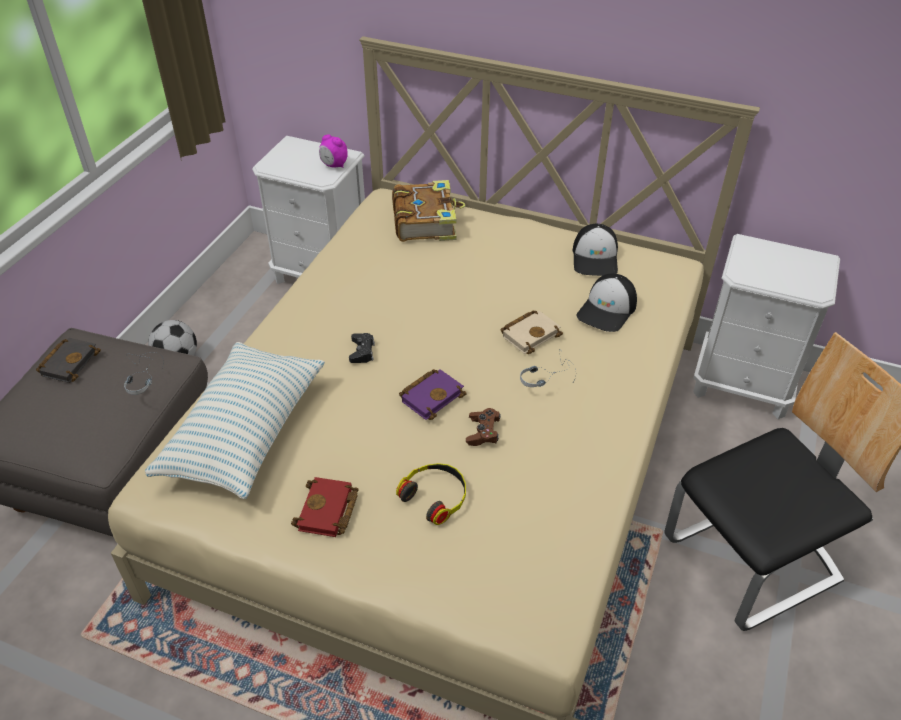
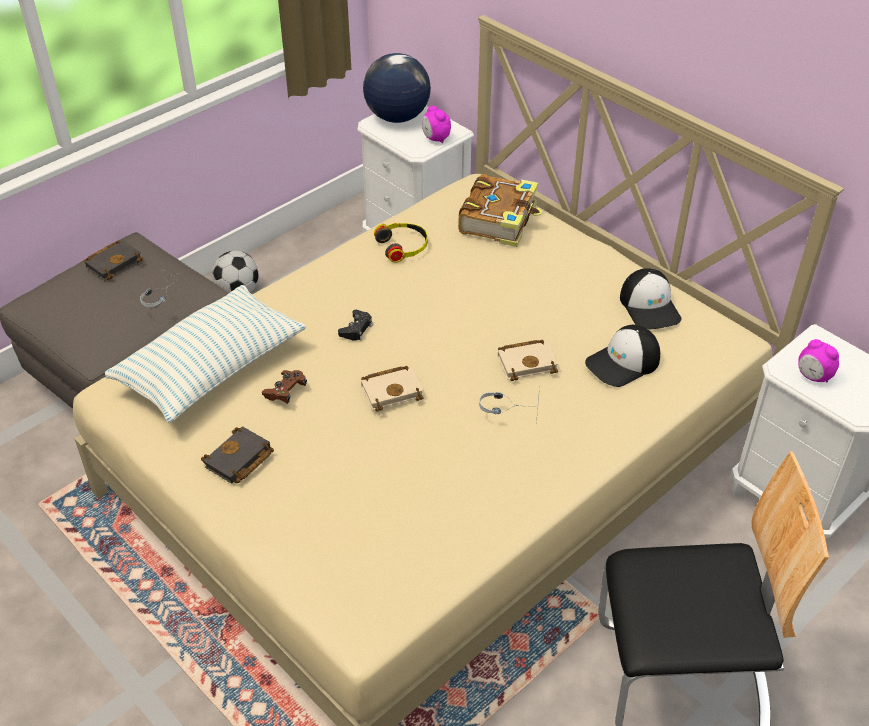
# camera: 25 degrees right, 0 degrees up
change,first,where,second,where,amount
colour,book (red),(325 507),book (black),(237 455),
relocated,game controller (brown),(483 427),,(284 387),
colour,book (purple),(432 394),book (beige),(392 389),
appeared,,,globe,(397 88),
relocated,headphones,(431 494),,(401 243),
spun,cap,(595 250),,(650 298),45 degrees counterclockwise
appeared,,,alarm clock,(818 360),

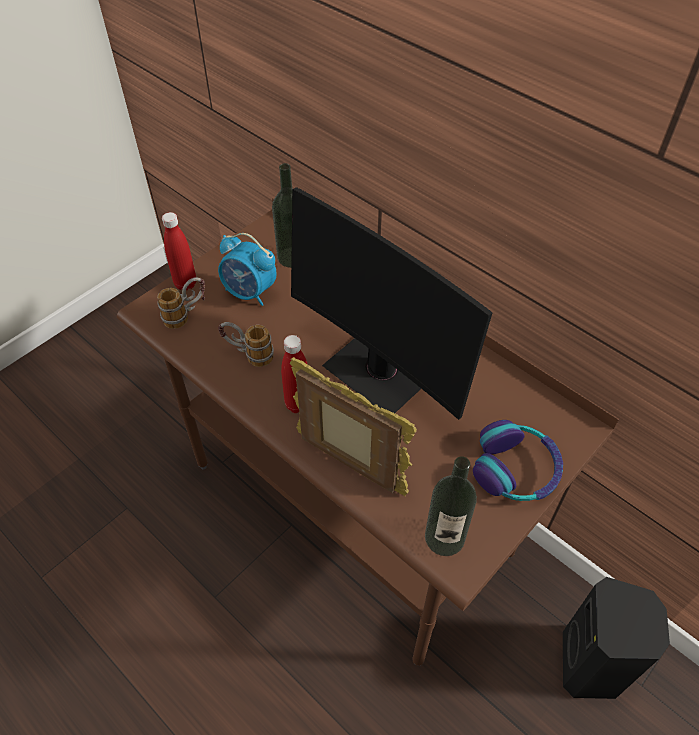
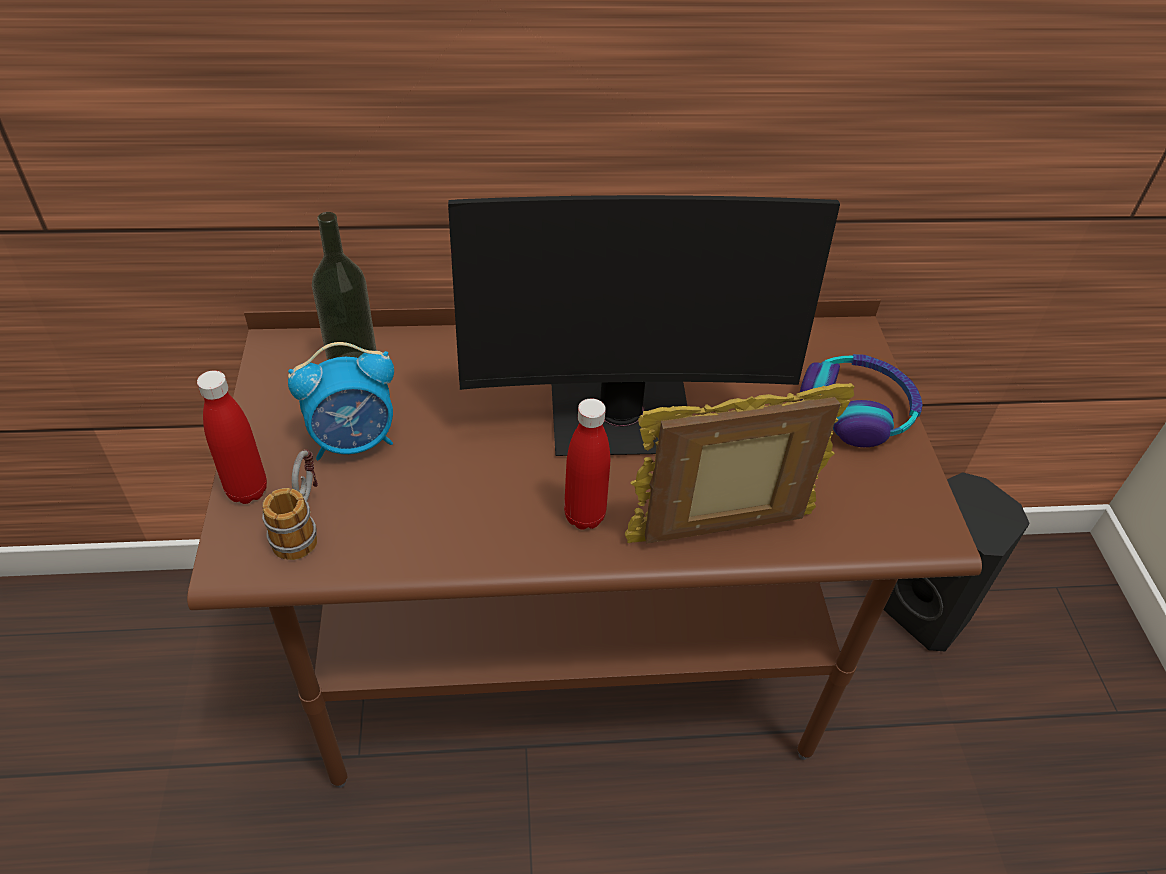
# camera: 50 degrees left, 5 degrees down
change,first,where,second,where,amount
missing,mug,(246 344),,,
missing,bottle,(451 506),,,

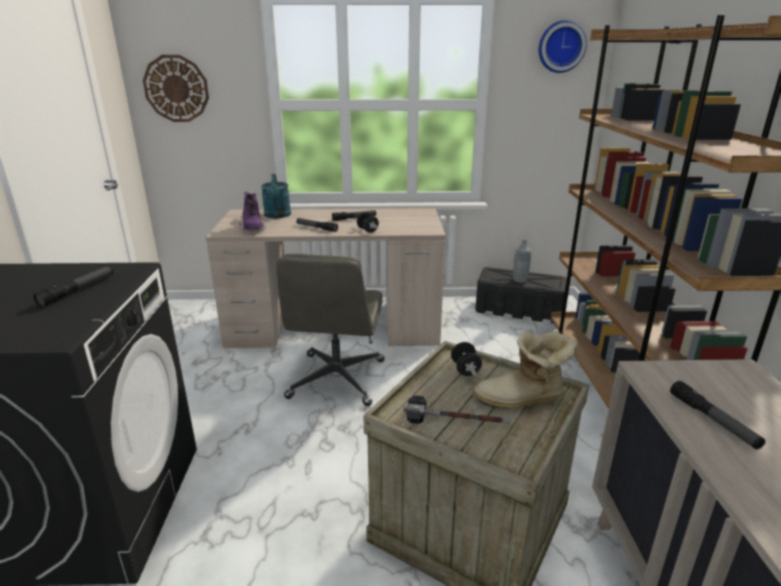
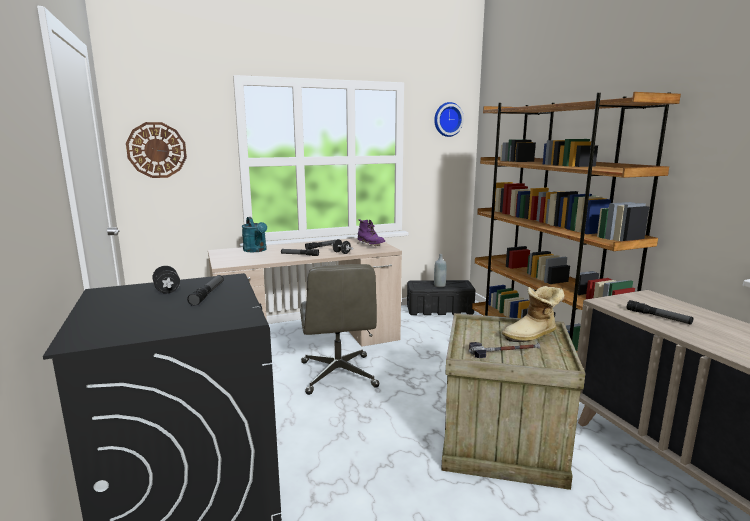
# camera: 20 degrees left, 10 degrees down
change,first,where,second,where,amount
relocated,dumbbell (black),(466 359),,(166 280),
relocated,boot (purple),(252 212),,(371 232),

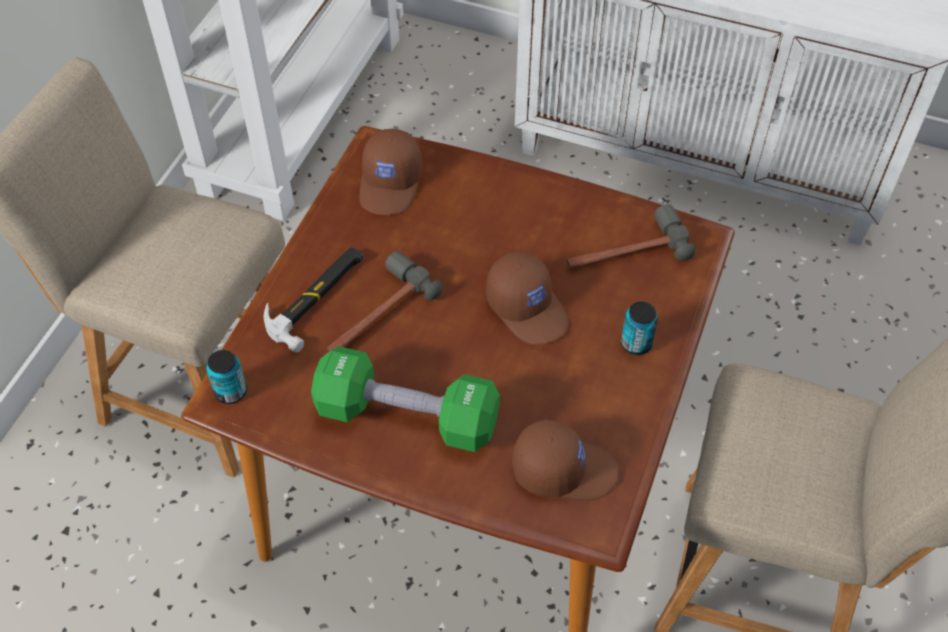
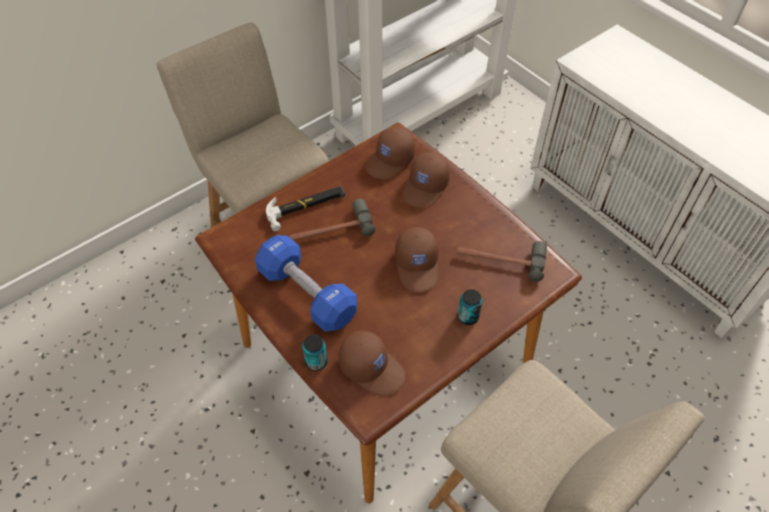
# camera: 30 degrees right, 0 degrees up
change,first,where,second,where,amount
colour,dumbbell (green),(405 399),dumbbell (blue),(306 283),
relocated,can,(226 377),,(315 353),
appeared,,,cap (brown),(426 180),

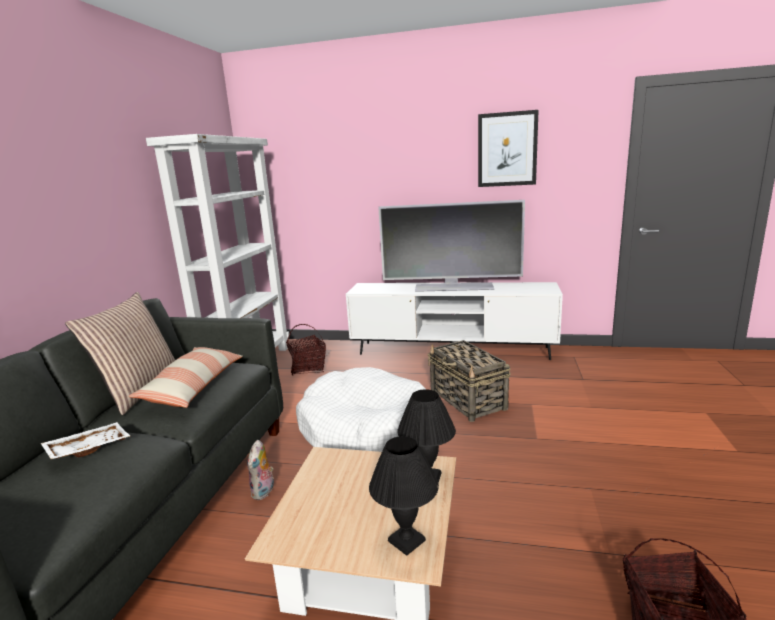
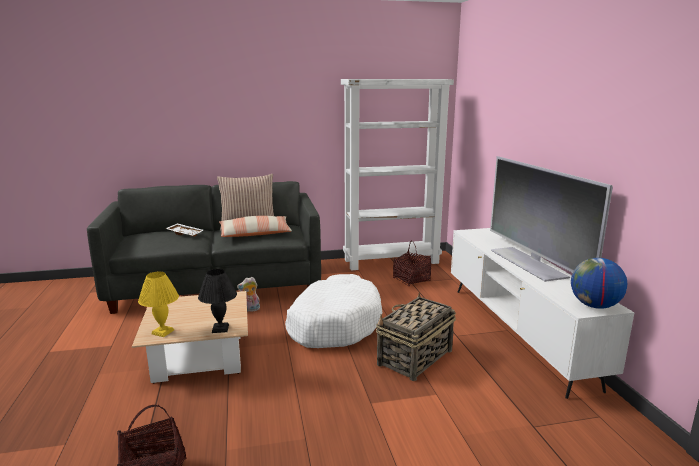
# camera: 65 degrees right, 0 degrees up
change,first,where,second,where,amount
colour,table lamp (black),(404 496),table lamp (yellow),(158 304),
appeared,,,globe,(599 283),
missing,picture,(508 148),,,

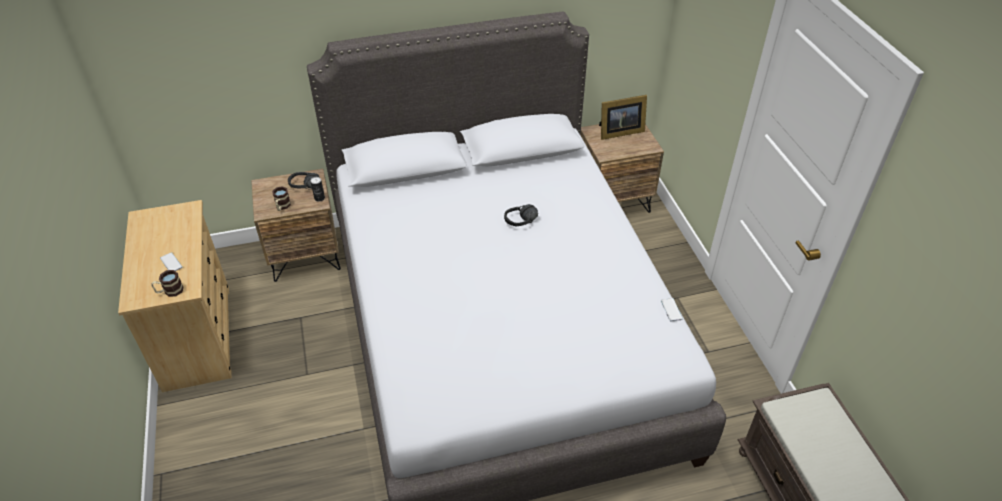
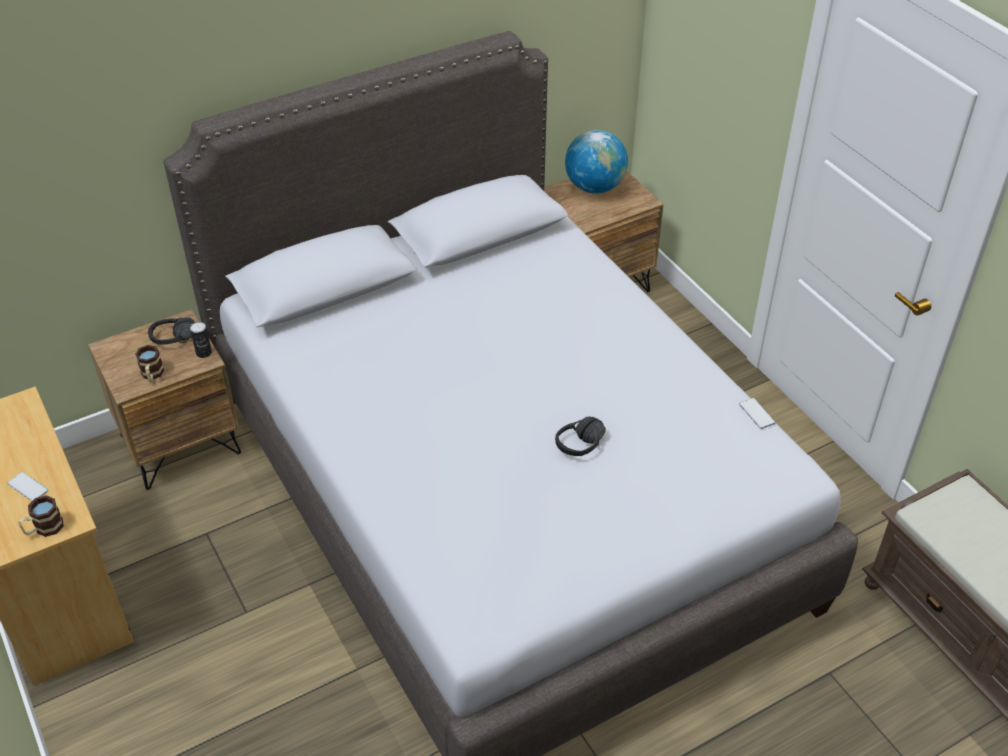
# camera: 15 degrees left, 0 degrees up
change,first,where,second,where,amount
relocated,headphones (black),(521 215),,(580 436),
exchanged,picture frame,(623 117),globe,(596 162),

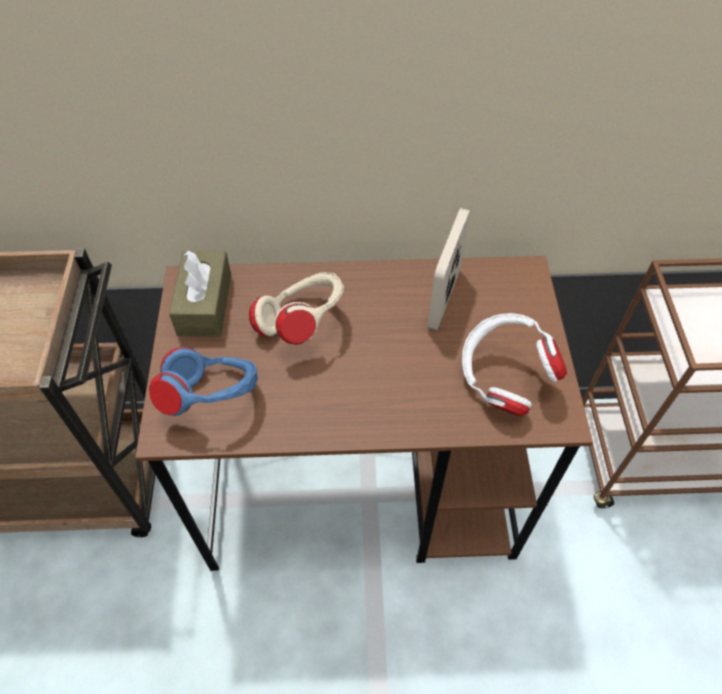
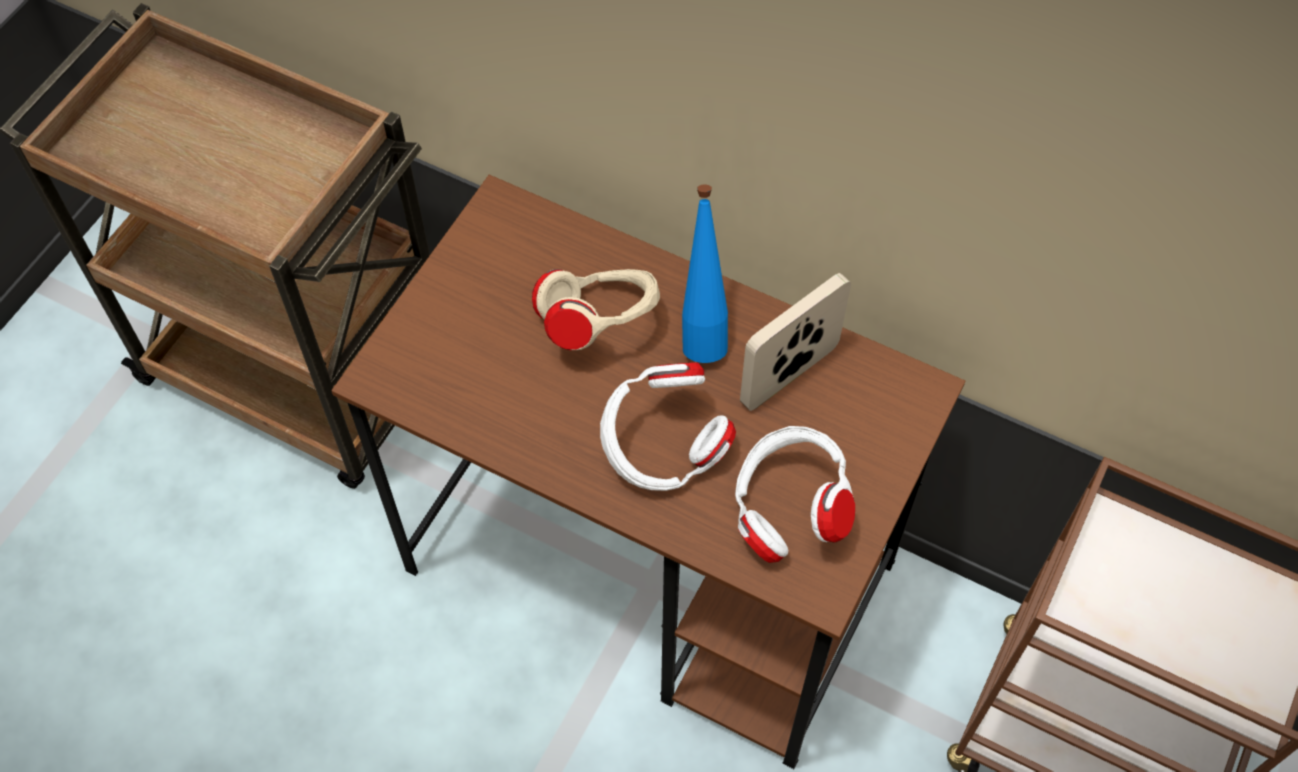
# camera: 30 degrees right, 5 degrees up
change,first,where,second,where,amount
appeared,,,headphones (white),(668 426),
appeared,,,bottle (blue),(705 274),
missing,headphones (blue),(203 381),,,
missing,tissue box (brown),(200 294),,,

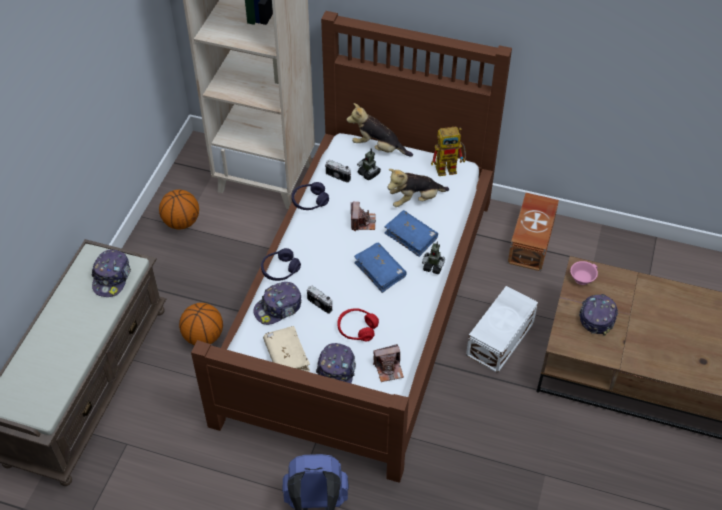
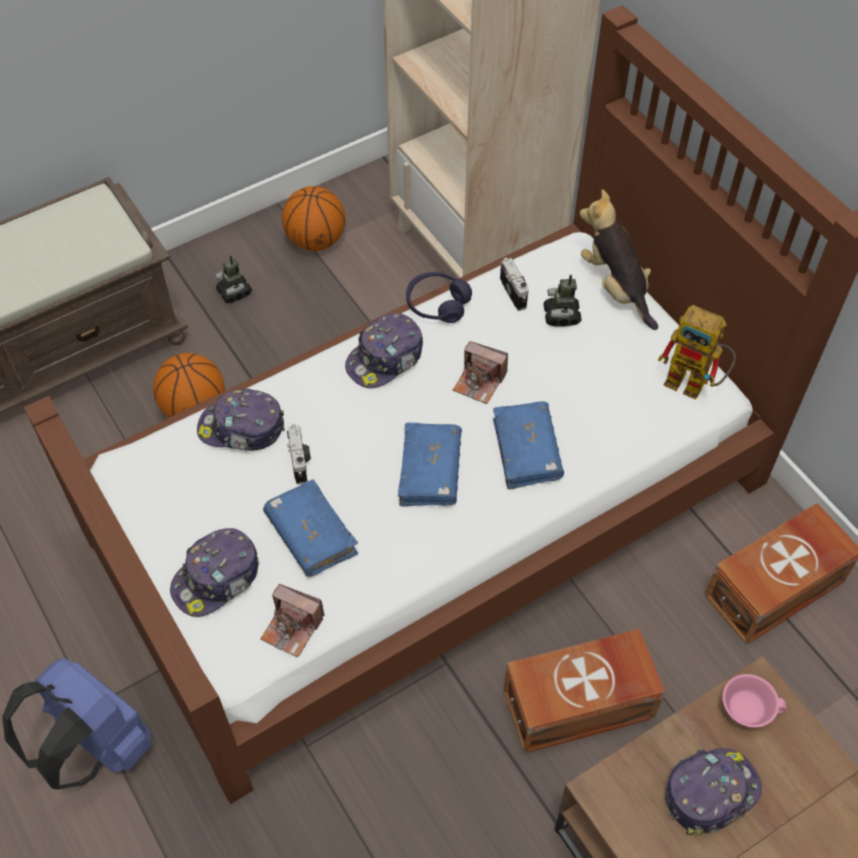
# camera: 40 degrees right, 5 degrees up
change,first,where,second,where,amount
relocated,toy robot,(433 257),,(233 279),
exchanged,headphones (red),(358 324),book (blue),(310 528),
relocated,cap,(111 273),,(384 350),
spun,photo camera,(363 216),,(480 372),75 degrees clockwise
colour,storage box (white),(502 329),storage box (brown),(584 691),
missing,headphones (purple),(281 264),,,
missing,book (beige),(286 349),,,
missing,plush toy,(418 188),,,

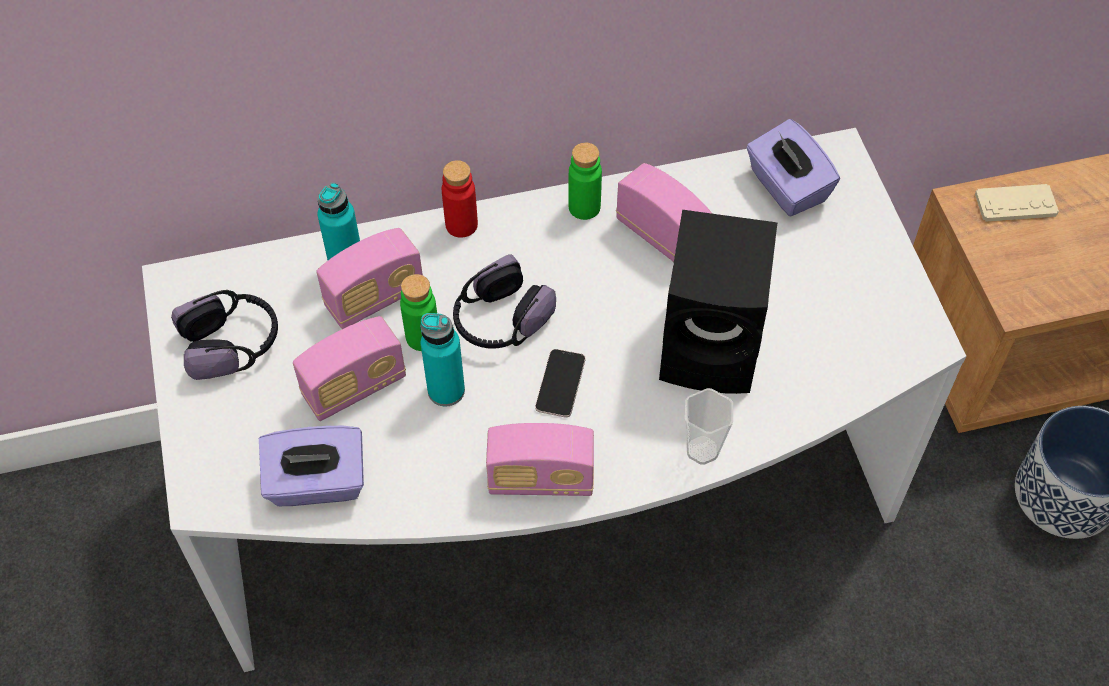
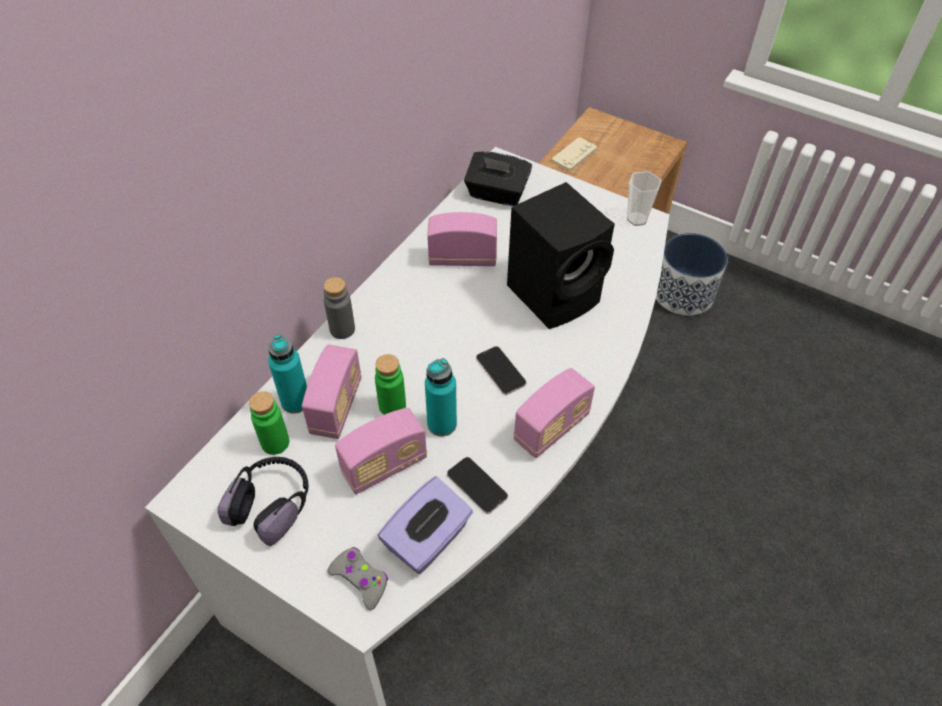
# camera: 45 degrees left, 5 degrees down
change,first,where,second,where,amount
relocated,bottle (green),(585 181),,(269 423),
colour,bottle (red),(460 199),bottle (grey),(339 308),
appeared,,,game controller (grey),(357 579),
spun,radio,(349 368),,(381 451),45 degrees clockwise
appeared,,,phone,(477 485),
colour,tissue box (purple),(793 168),tissue box (black),(498 178),
relocated,cup,(709 426),,(644 198),
missing,headphones,(504 301),,,

